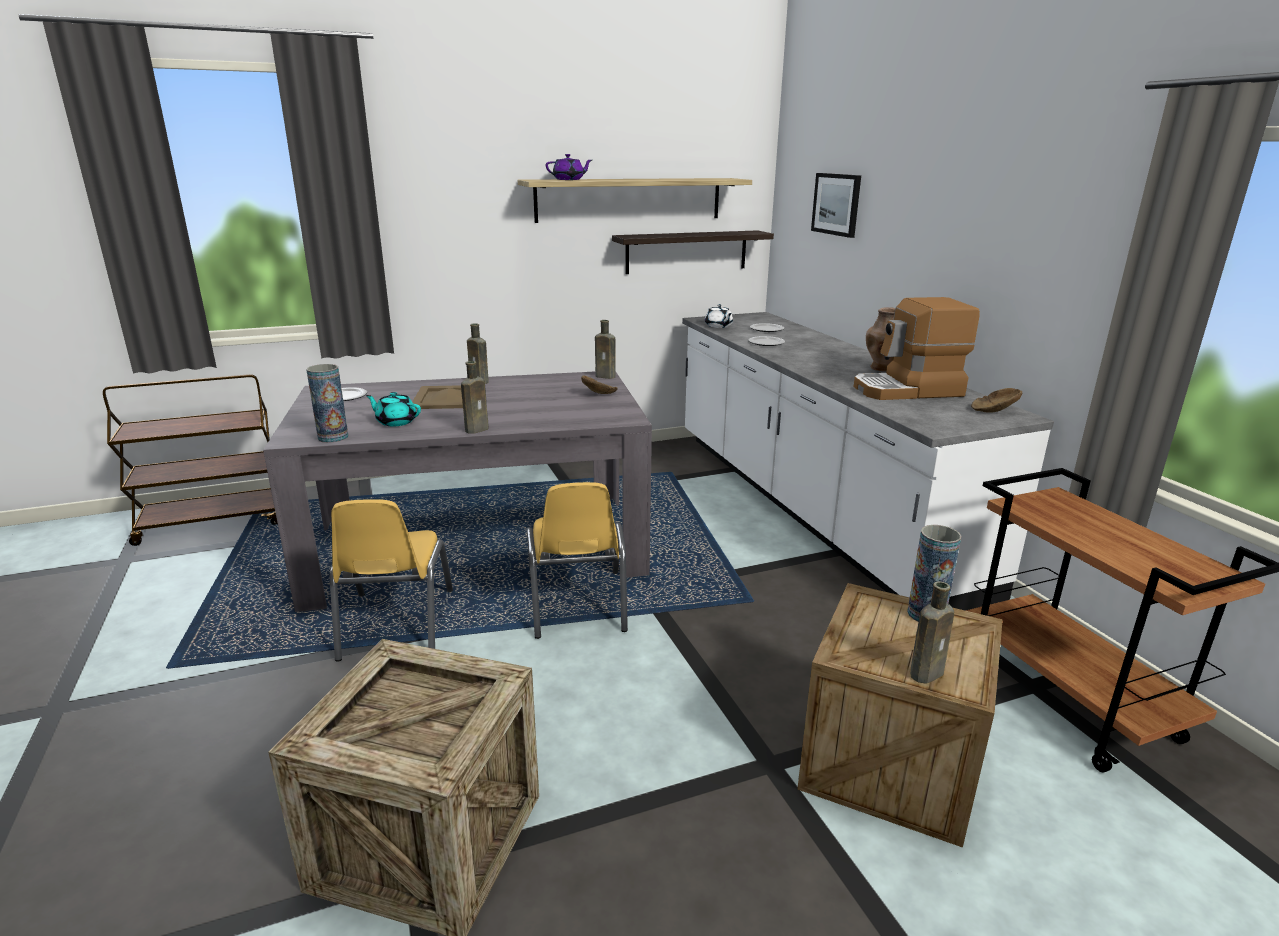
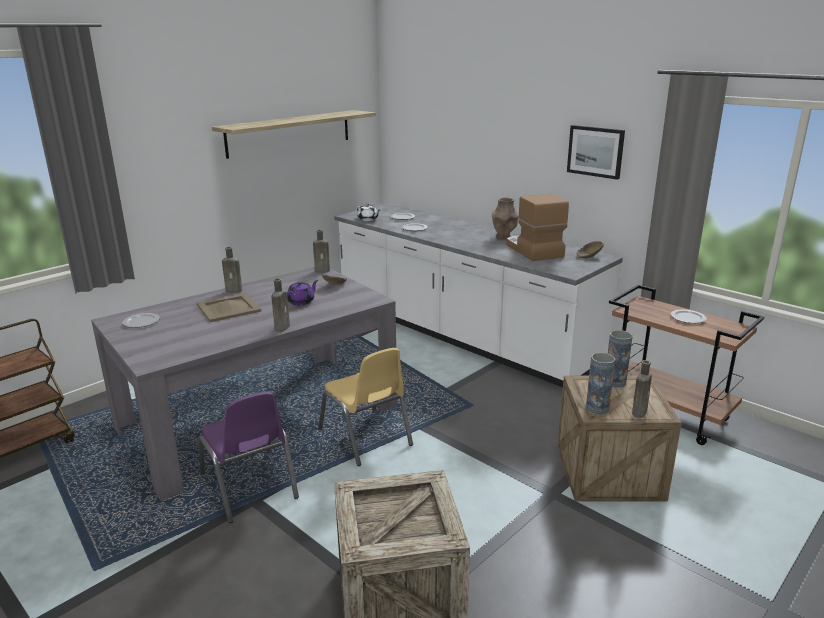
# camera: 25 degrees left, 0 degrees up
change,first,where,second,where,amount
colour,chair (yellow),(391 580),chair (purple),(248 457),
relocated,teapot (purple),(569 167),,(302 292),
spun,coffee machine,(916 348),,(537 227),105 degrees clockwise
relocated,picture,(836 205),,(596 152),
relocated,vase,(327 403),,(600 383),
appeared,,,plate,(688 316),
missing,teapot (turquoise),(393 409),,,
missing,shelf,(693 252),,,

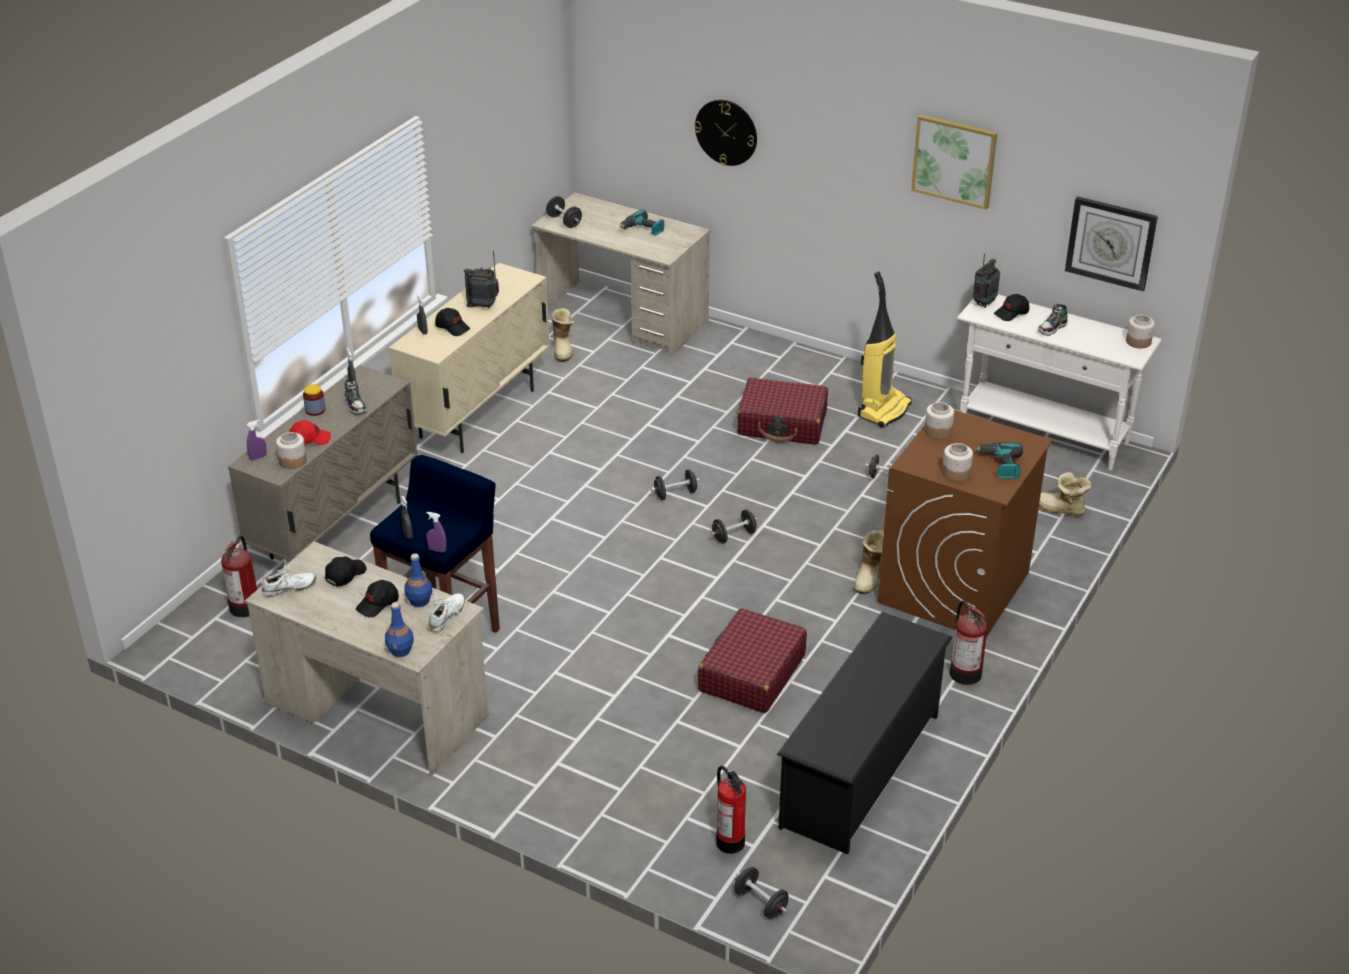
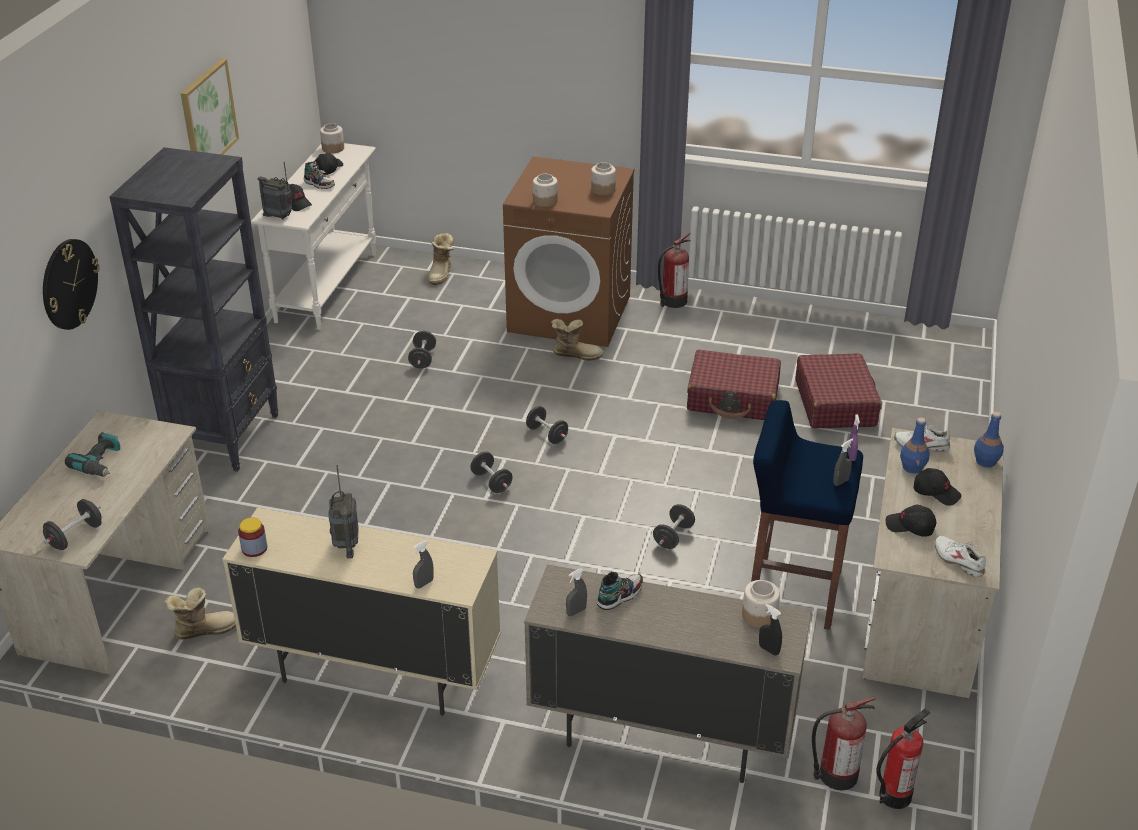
# camera: 105 degrees left, 0 degrees up
change,first,where,second,where,amount
appeared,,,bookcase (black),(194 309),
relocated,jar,(314 400),,(252 537),
relocated,cap (black),(452 322),,(329 164),
relocated,dumbbell (black),(761 893),,(674 526),
colour,spray bottle (purple),(257 440),spray bottle (black),(770 629),
relocated,suitcase (red),(782 411),,(838 391),
relocated,fire extinguisher,(731 810),,(903 758),
missing,cap (red),(310 432),,,
missing,shoe rack (black),(865 733),,,
missing,vacuum cleaner,(885 349),,,
missing,power drill,(998 460),,,
missing,wall clock,(1111 243),,,

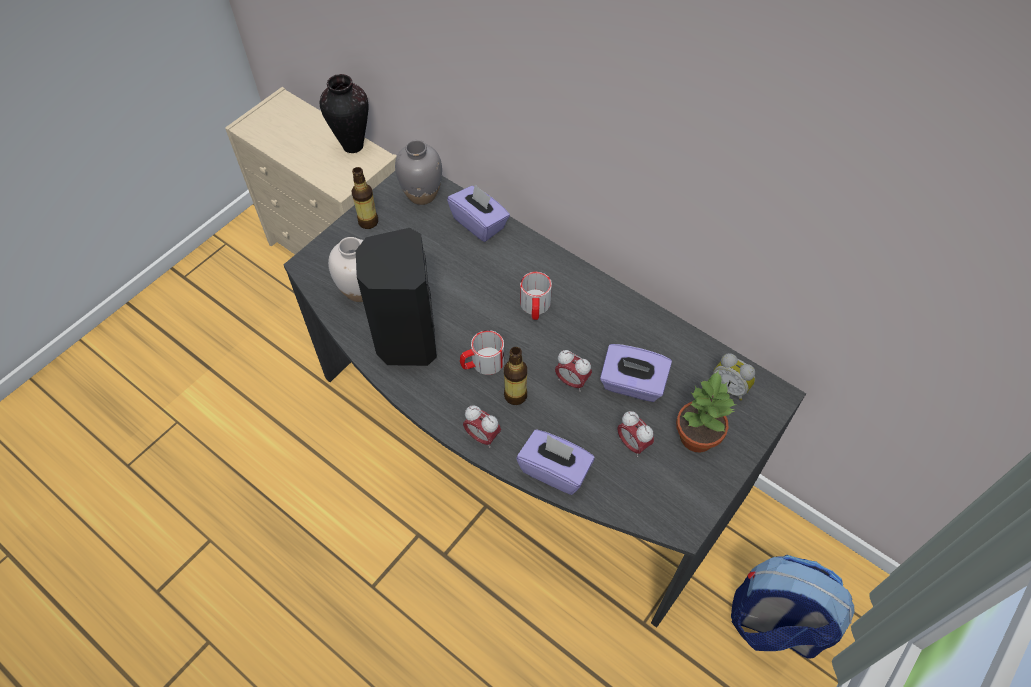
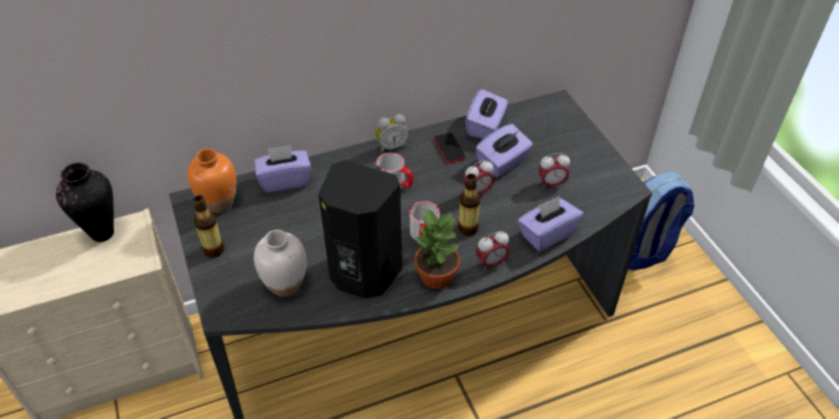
# camera: 60 degrees left, 10 degrees down
change,first,where,second,where,amount
colour,vase (grey),(418 172),vase (orange),(211 181),
relocated,alarm clock,(734 376),,(392 133),
relocated,potted plant,(706 411),,(437 248),
appeared,,,phone,(450 148),
appeared,,,tissue box (purple),(487 114),

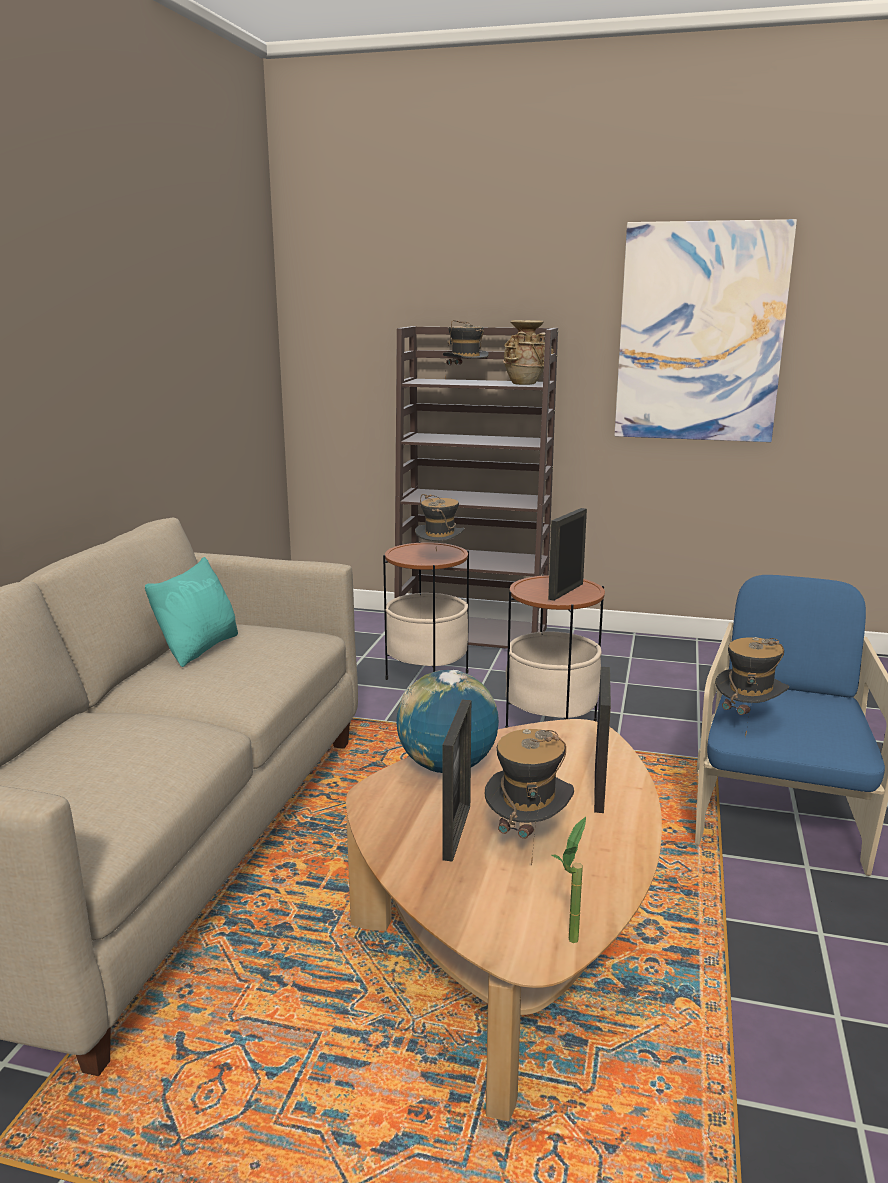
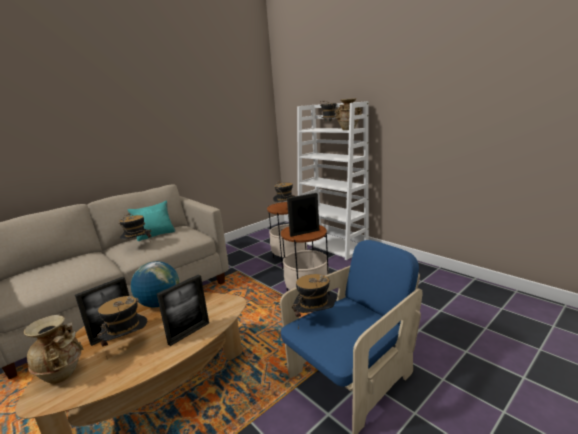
# camera: 35 degrees right, 0 degrees up
change,first,where,second,where,amount
appeared,,,vase (beige),(53 349),
appeared,,,hat,(135 226),
colour,bookcase (brown),(476 487),bookcase (white),(333 180),
missing,potted plant,(568 880),,,
missing,picture,(705 330),,,

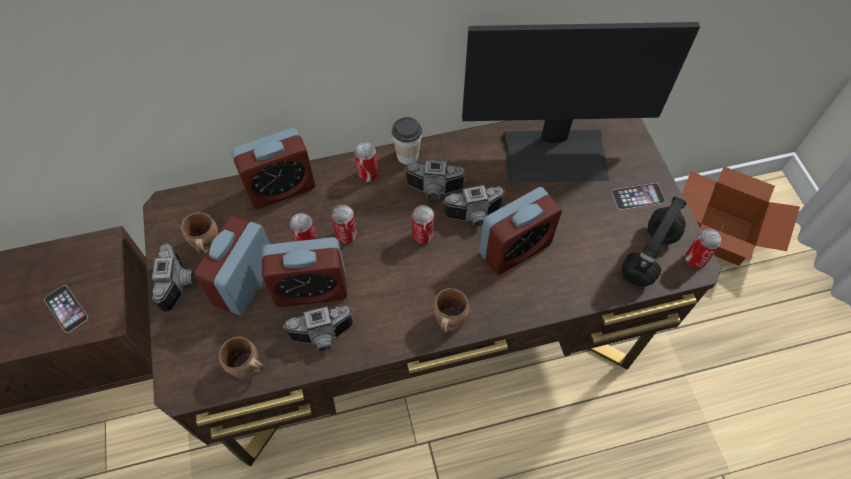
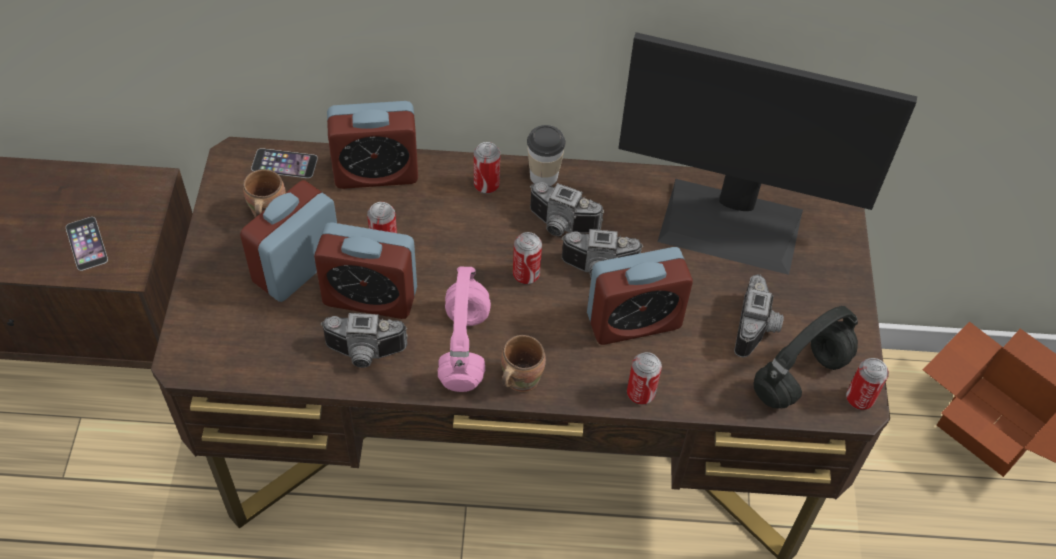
# camera: 15 degrees right, 5 degrees down
change,first,where,second,where,amount
relocated,phone,(638 196),,(284 163),
appeared,,,headphones (pink),(464 329),
relocated,can,(344 224),,(644 378),
relocated,photo camera,(173 278),,(759 316),
missing,mug (brown),(241 357),,,

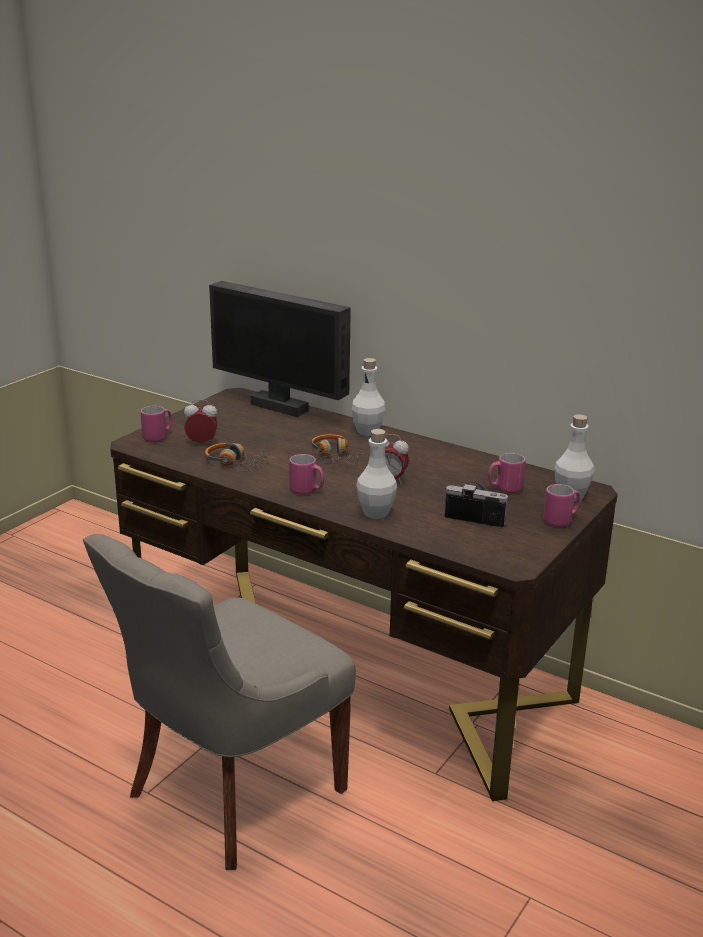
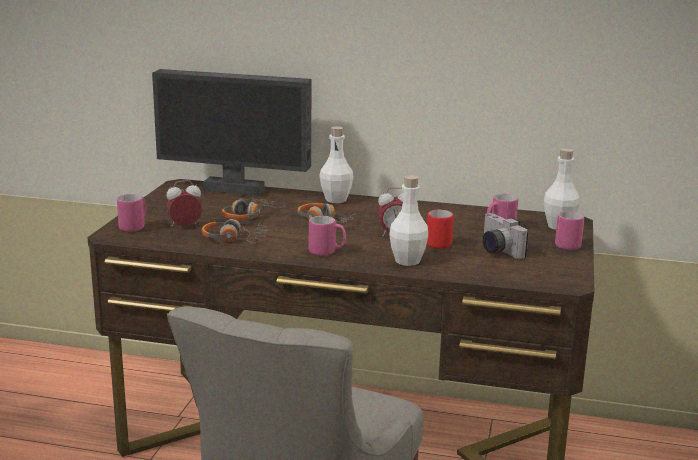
# camera: 20 degrees left, 5 degrees down
change,first,where,second,where,amount
appeared,,,headphones,(253 209),
appeared,,,mug (red),(440 229),
spun,photo camera,(477 504),,(506 236),120 degrees counterclockwise

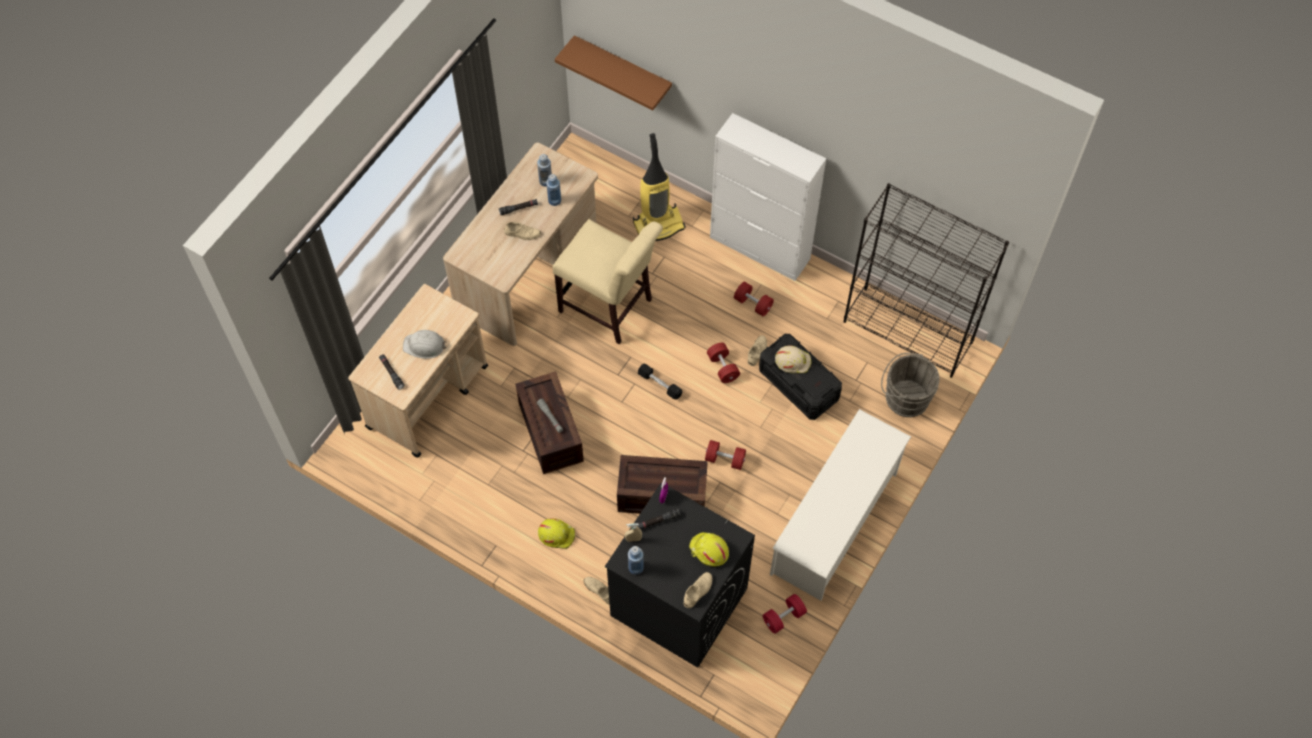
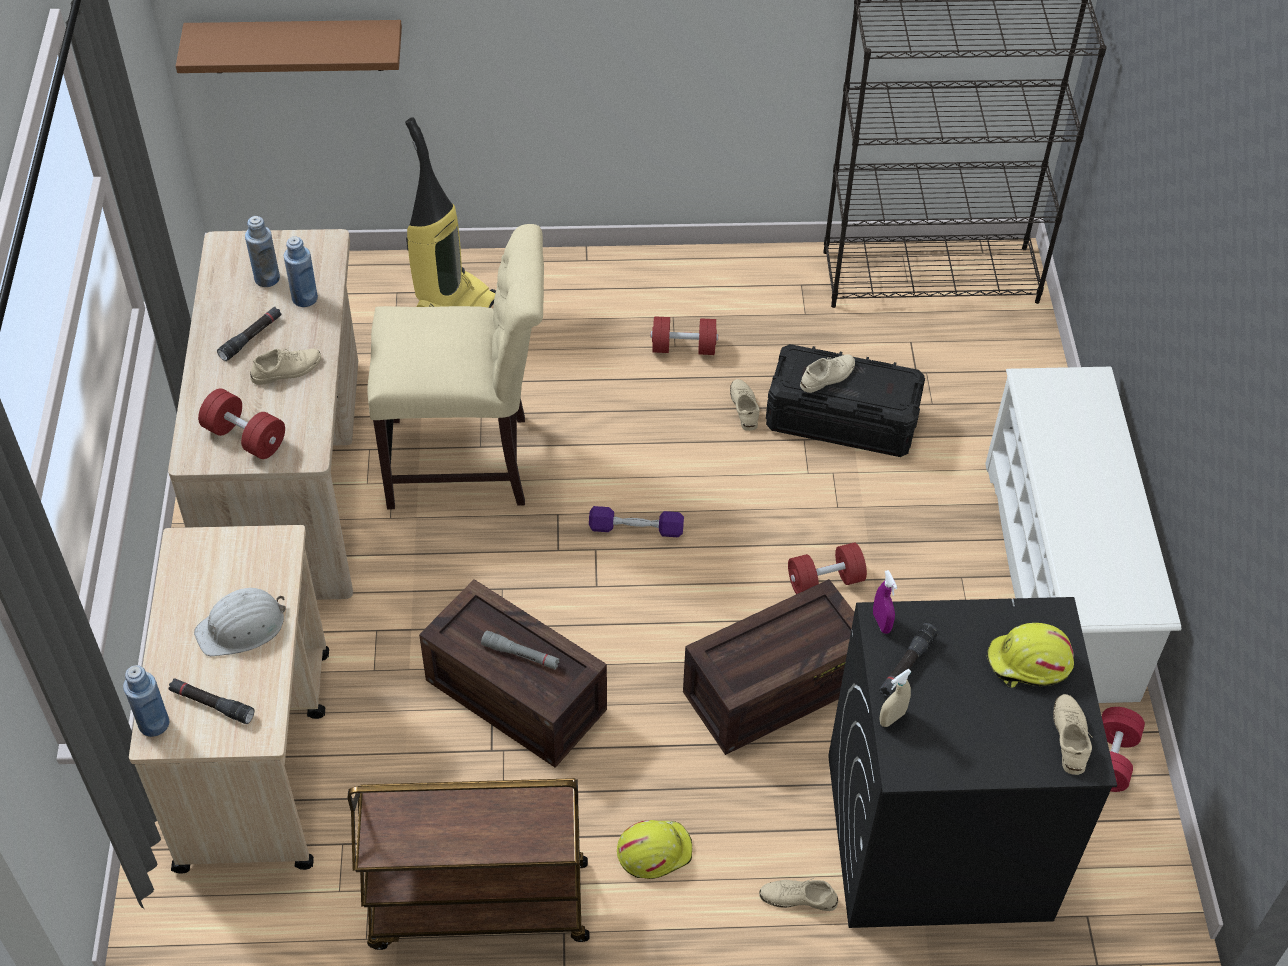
# camera: 35 degrees left, 10 degrees down
change,first,where,second,where,amount
relocated,bottle (blue),(636 560),,(146 701),
relocated,dumbbell (red),(723 363),,(241 424),
appeared,,,cart (brown),(469 864),
colour,dumbbell (black),(660 381),dumbbell (purple),(636 521),
exchanged,hard hat (beige),(793 359),shoe (beige),(827 373),
missing,cabinet (white),(768 197),,,
missing,bucket (grey),(910 385),,,

